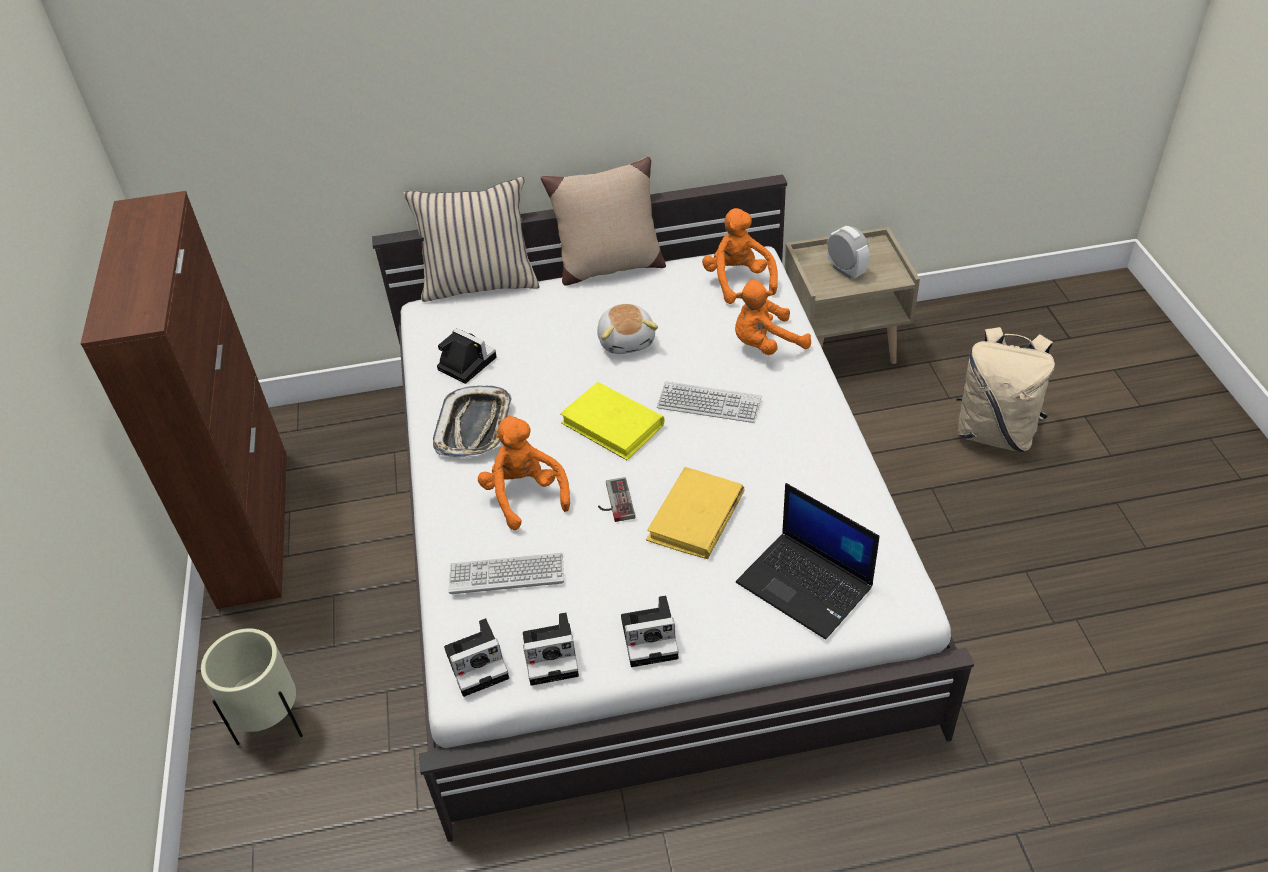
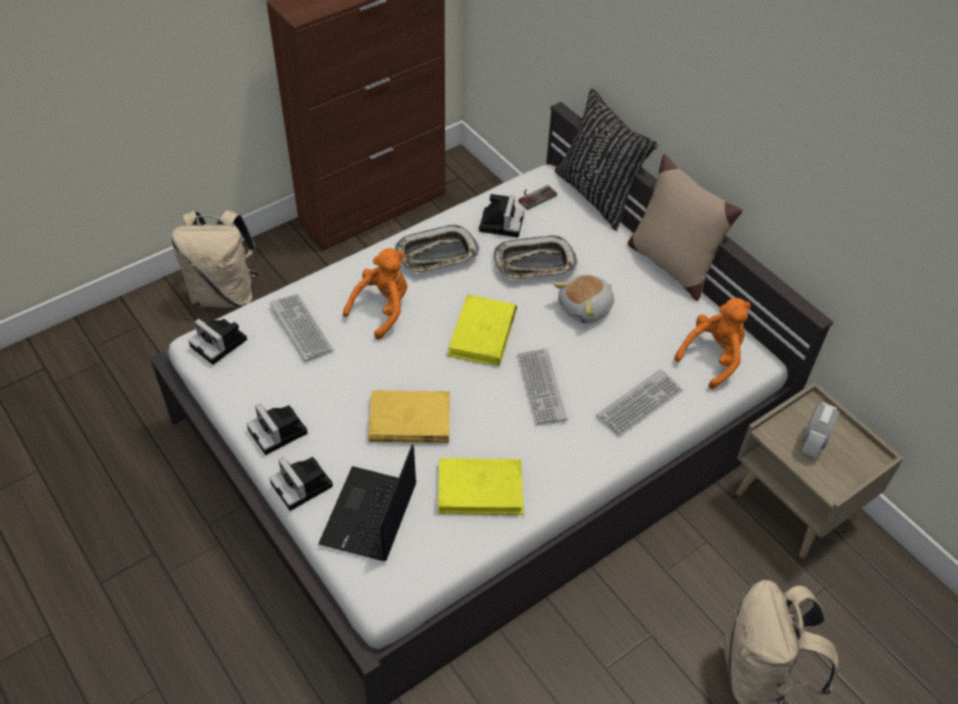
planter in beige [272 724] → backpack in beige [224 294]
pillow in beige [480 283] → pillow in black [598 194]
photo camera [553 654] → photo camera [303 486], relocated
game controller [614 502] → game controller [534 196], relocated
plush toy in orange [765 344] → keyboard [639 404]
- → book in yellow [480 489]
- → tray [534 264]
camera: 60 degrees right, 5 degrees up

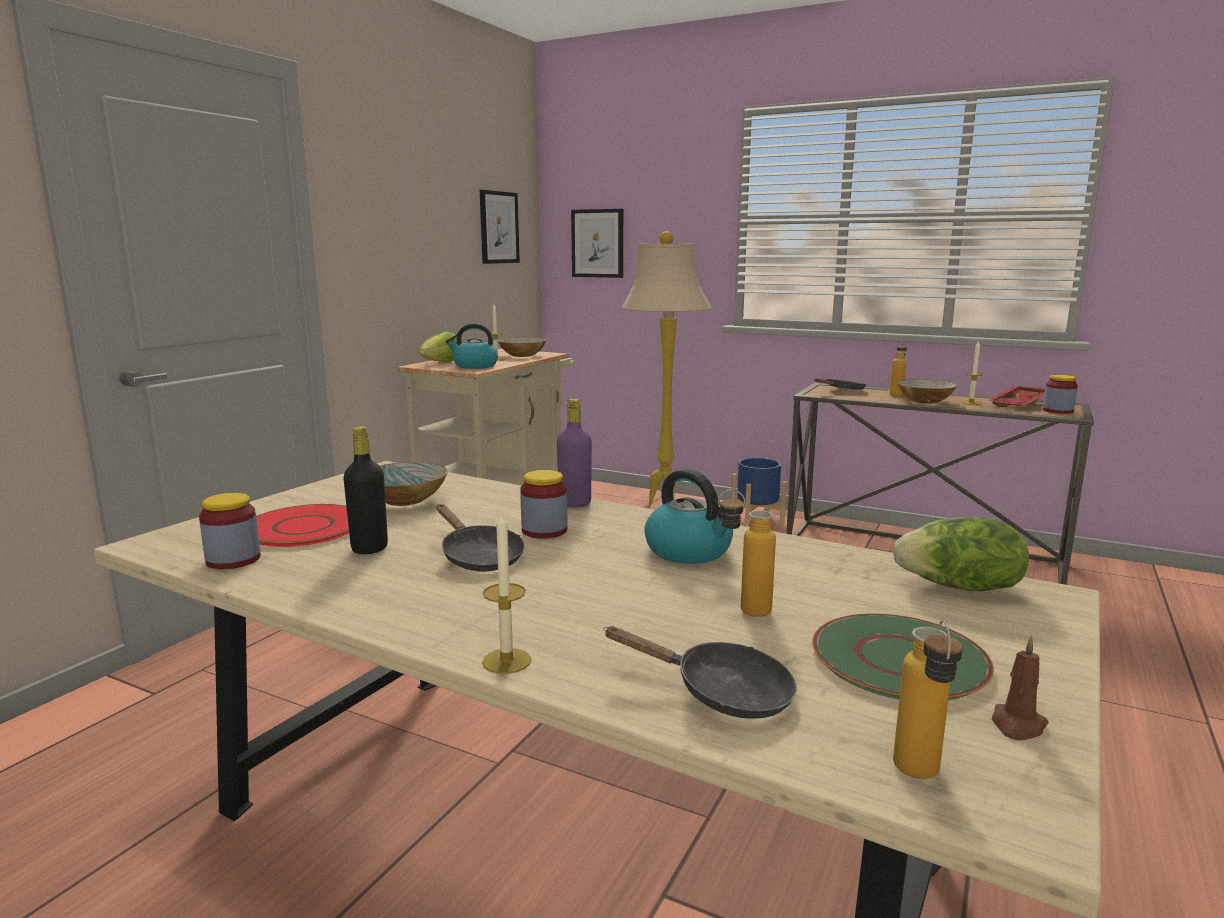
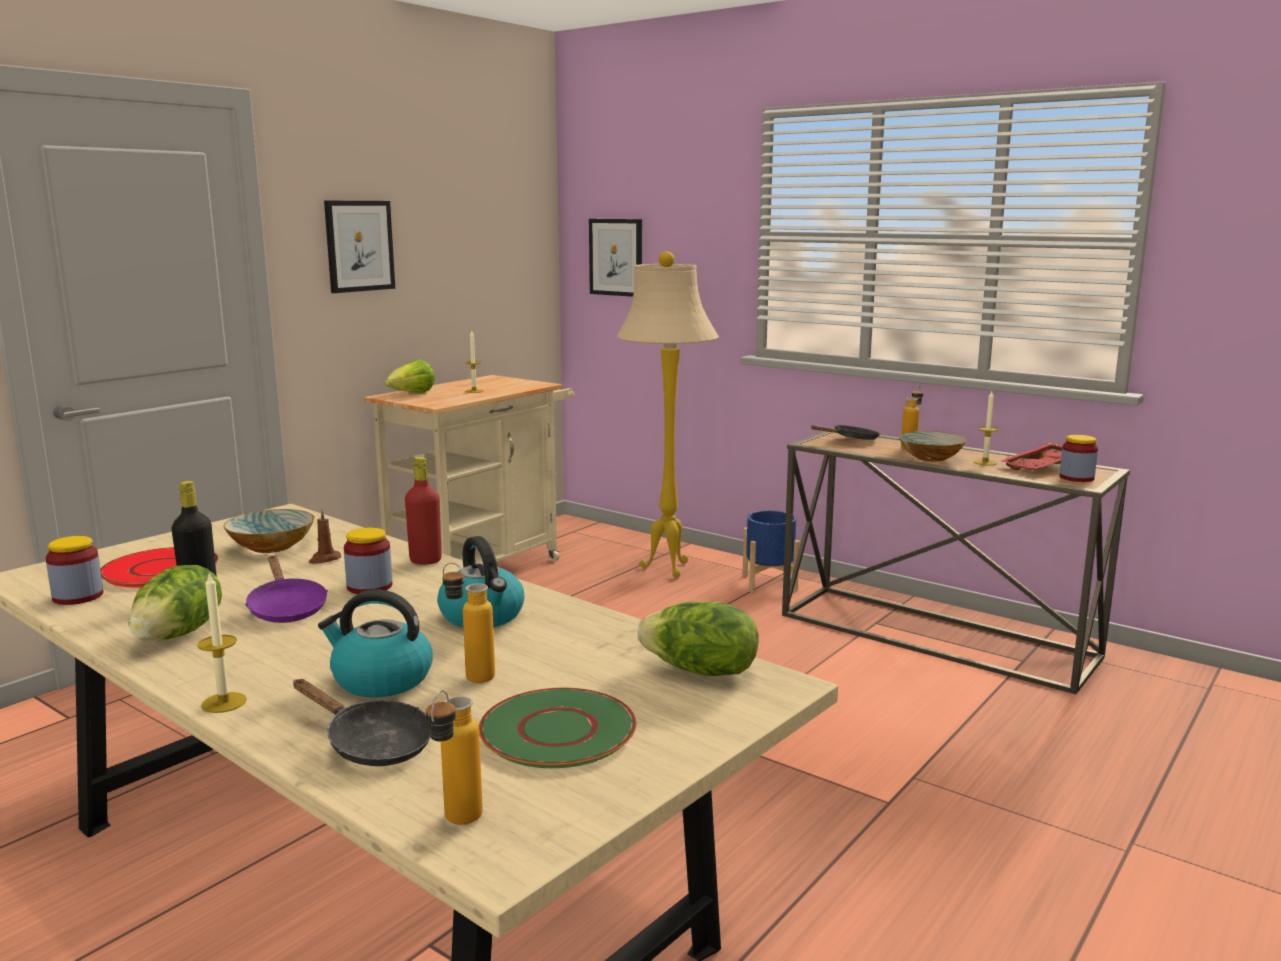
frying pan in black [478 557] → frying pan in purple [286 608]
kettle [474 366] → kettle [380 680], relocated
picture [498 227] → picture [359 246], relocated
bowl [521 355] → -
bottle in purple [575 504] → bottle in red [425 560]
candle in brown [1017 725] → candle in brown [324 559], relocated
- → lettuce [180 634]
camera: 10 degrees right, 0 degrees up

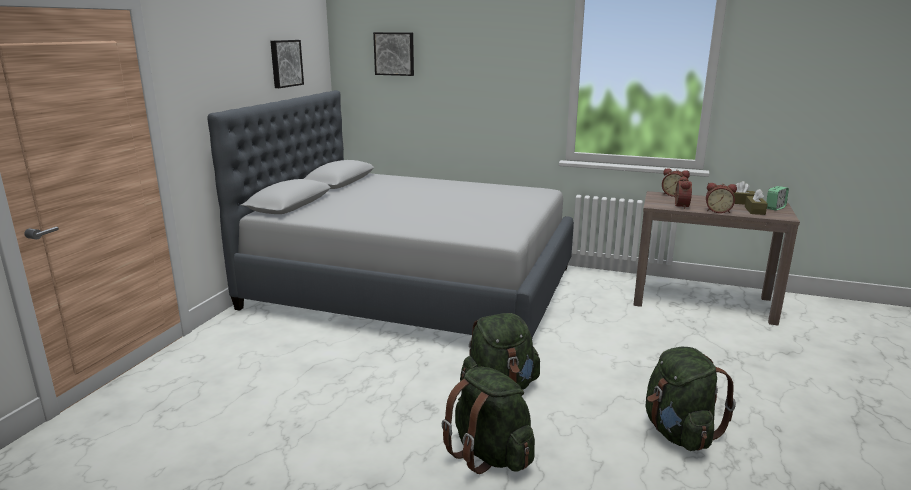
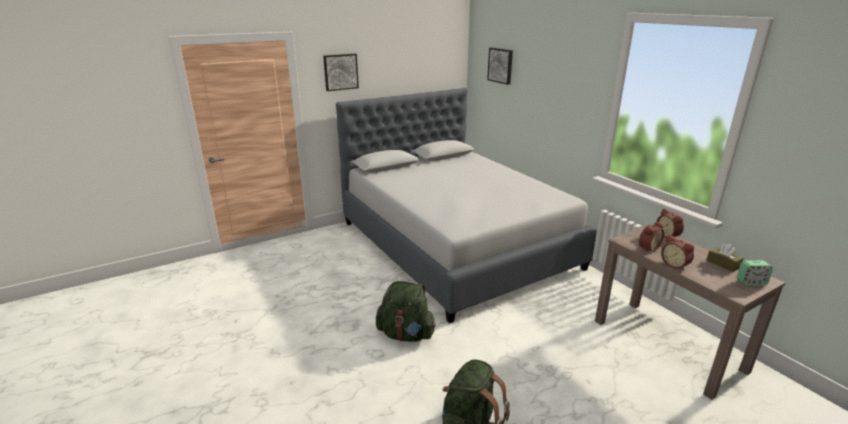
picture [285 63] → picture [340 72], relocated
backpack in green [489 454] → -
tissue box in brown [754 210] → -
camera: 40 degrees right, 5 degrees up

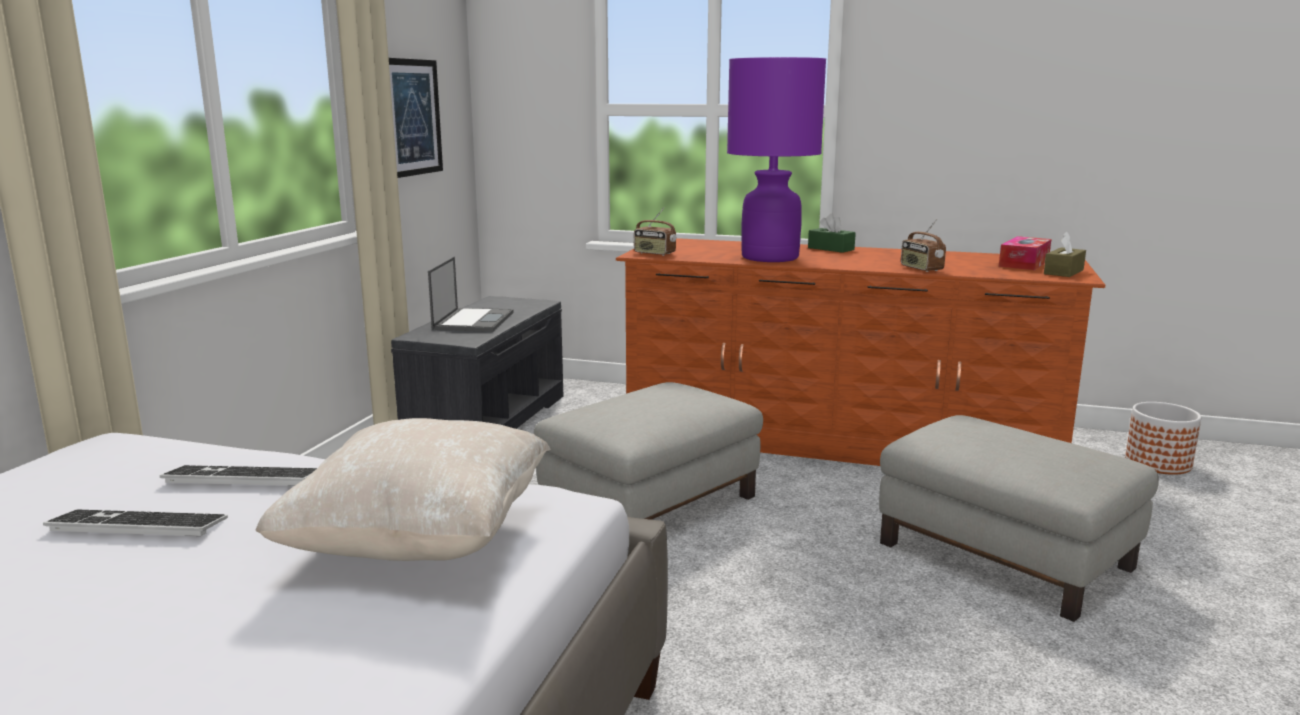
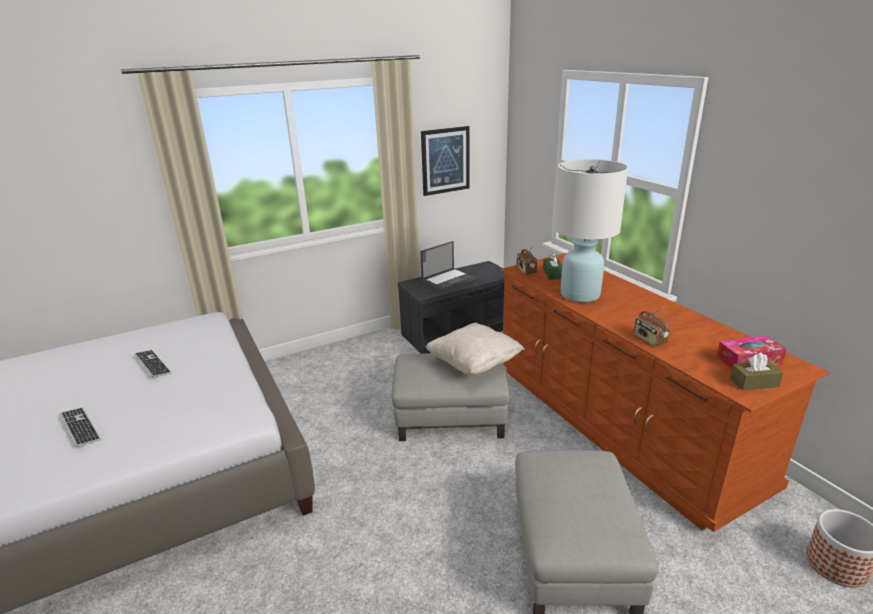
keyboard [242 478] → keyboard [80 428], relocated
pillow in beige [420 542] → pillow in beige [474 364], relocated
table lamp in purple [770 258] → table lamp in white [580 295]
tissue box in green [831 249] → tissue box in green [552 274], relocated
radio [921 268] → radio [649 339], 45 degrees counterclockwise
camera: 45 degrees right, 10 degrees up

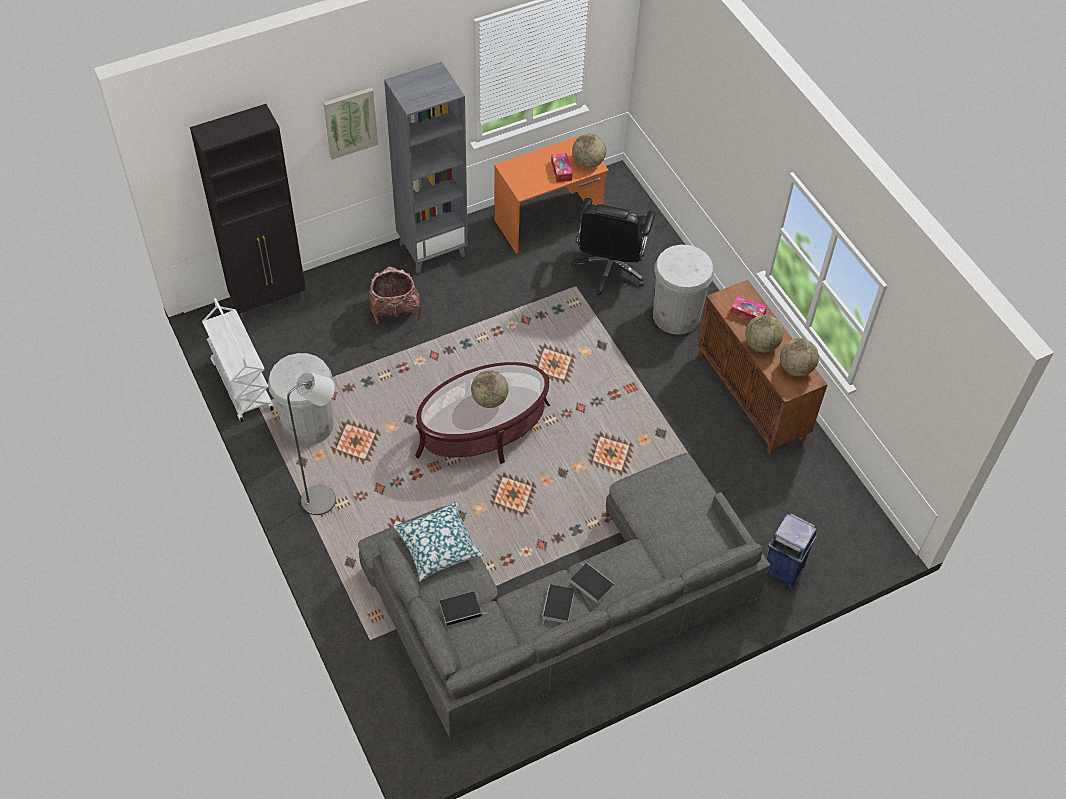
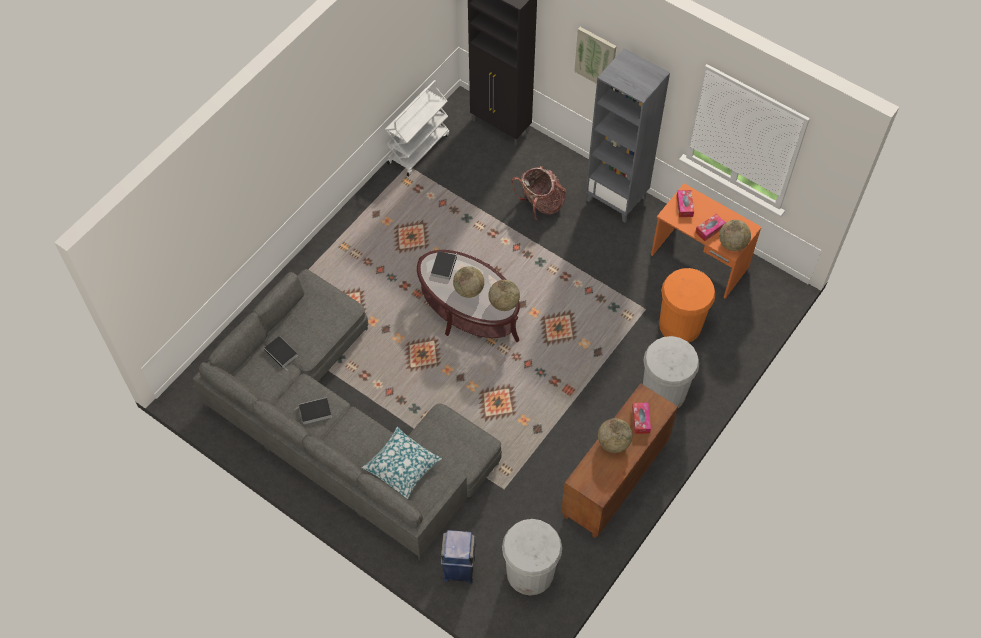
trash can in white [308 425] → trash can in white [530 572], relocated
floor lamp in grey [325 498] → -
pillow [438 546] → pillow [402 466], relocated
book [590 583] → book [444 265], relocated
office chair in black [610 269] → trash can in orange [680 325]
globe [796 368] → globe [504 303], relocated
- → tissue box [684 206]
camera: 65 degrees right, 5 degrees up

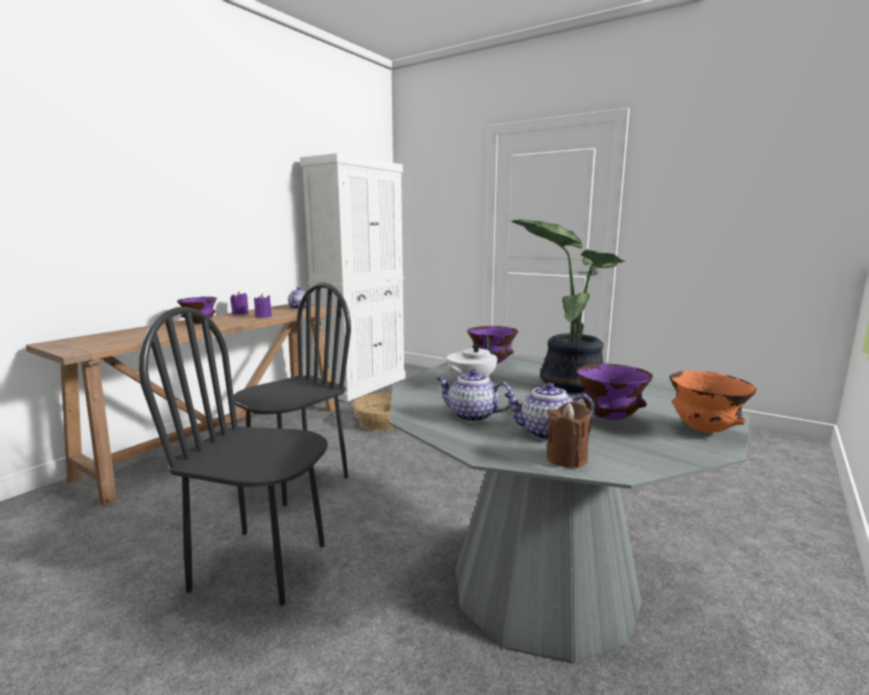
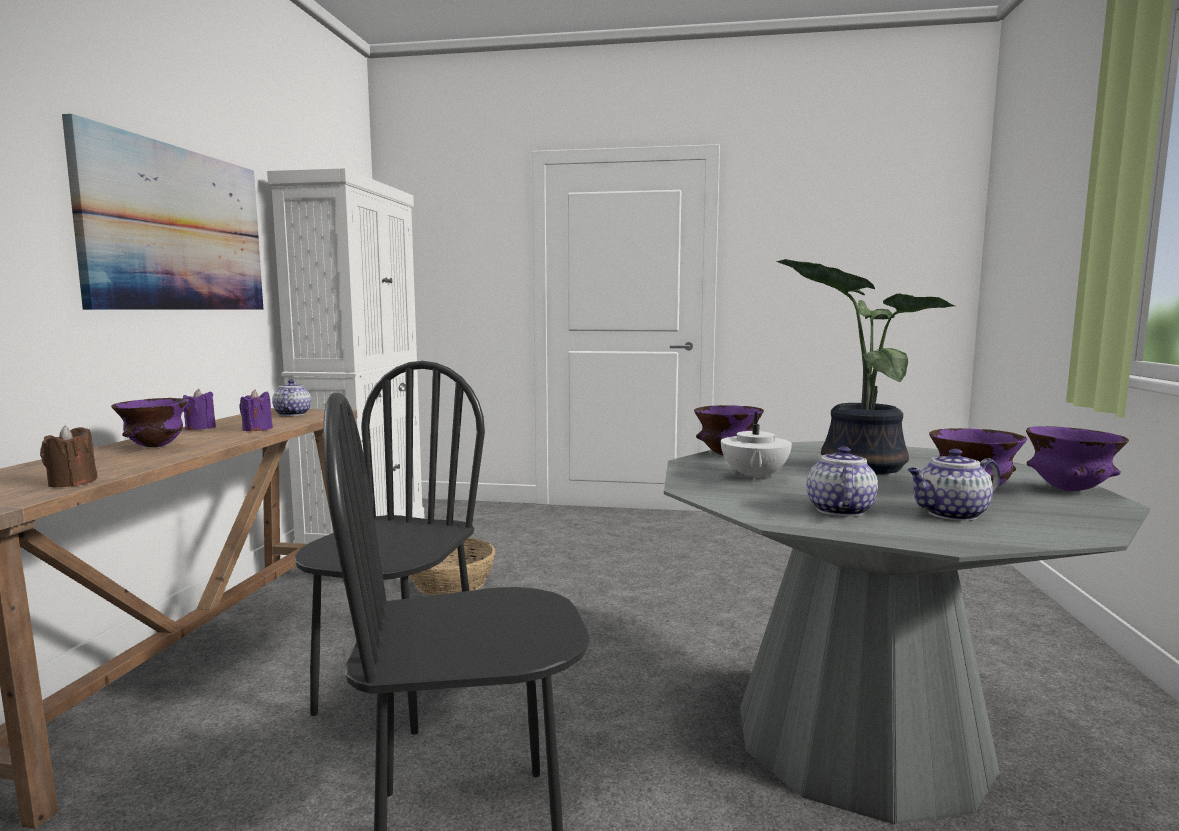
teapot [471 416] → teapot [839 510], 105 degrees clockwise
candle in brown [566 458] → candle in brown [72 483], relocated
bowl in orange [706 431] → bowl in purple [1070 490]
- → picture [176 229]
camera: 25 degrees left, 5 degrees down

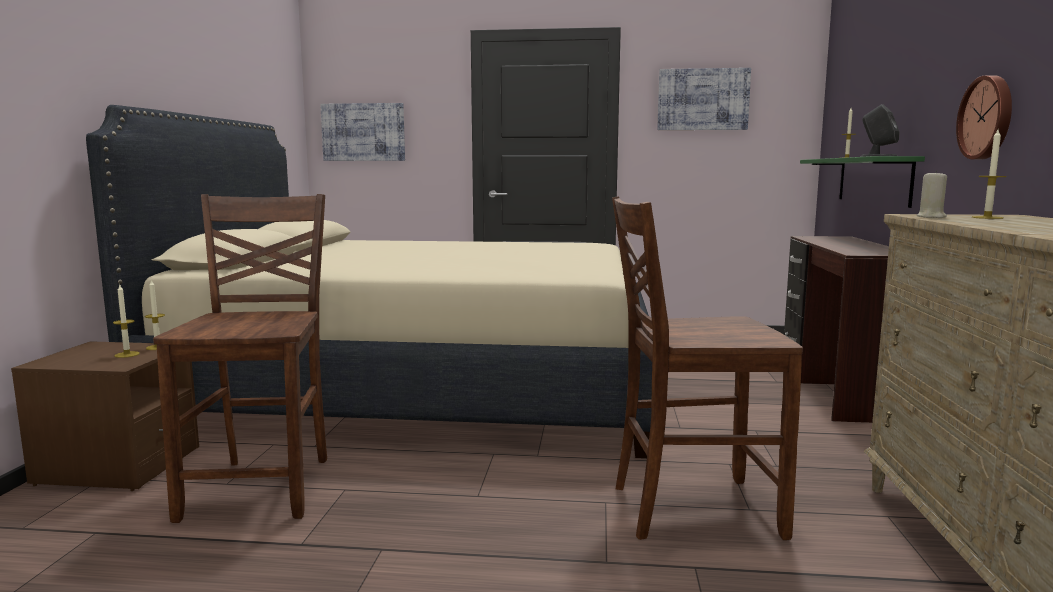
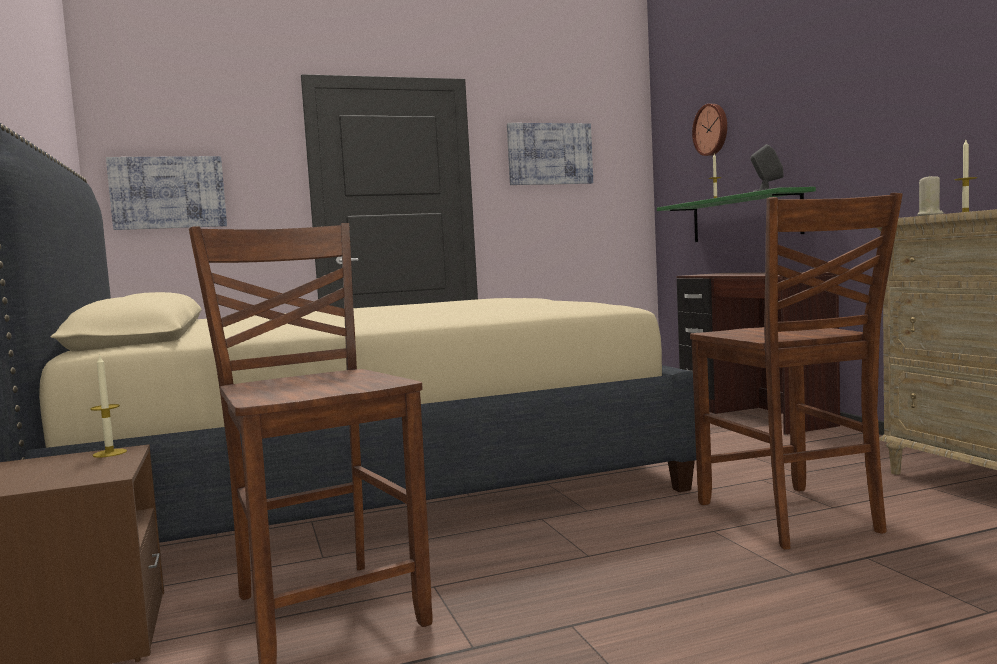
candle [127 354] → -
chair in brown [691 509] → chair in brown [790 518], 75 degrees counterclockwise
wall clock [987 118] → wall clock [712 130], relocated
camera: 25 degrees left, 5 degrees down

